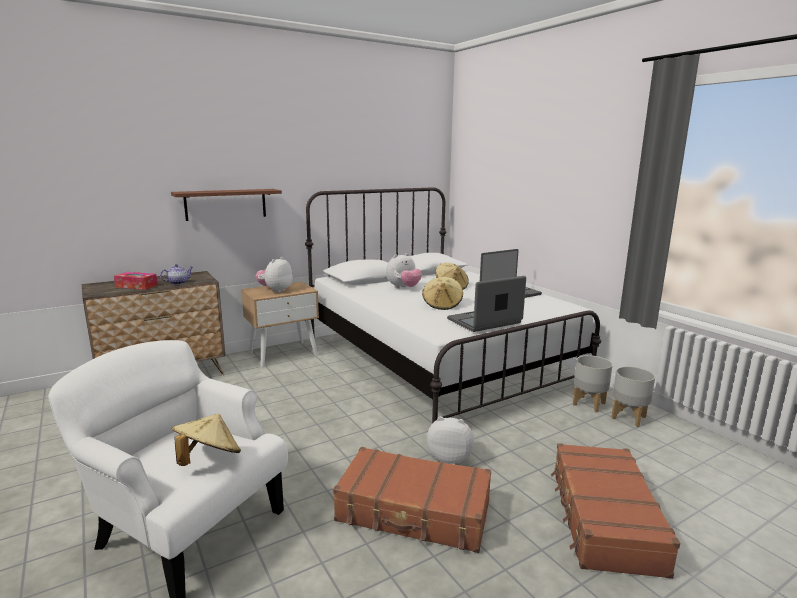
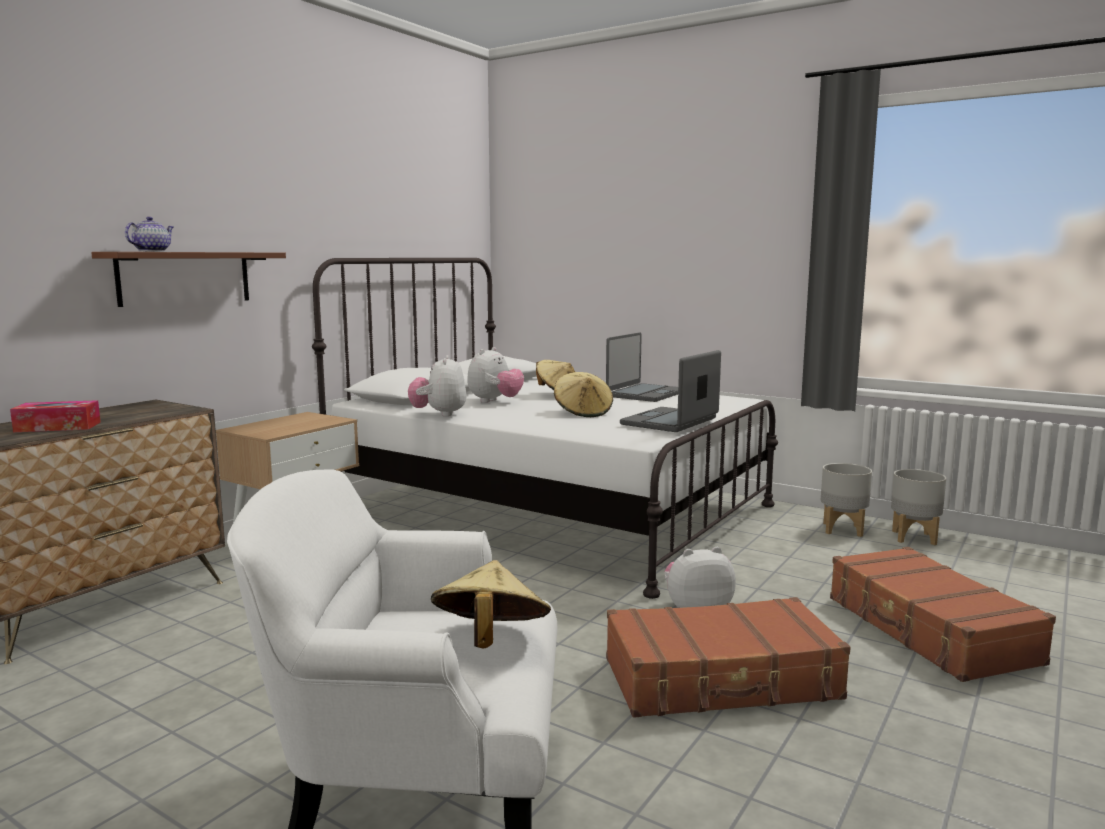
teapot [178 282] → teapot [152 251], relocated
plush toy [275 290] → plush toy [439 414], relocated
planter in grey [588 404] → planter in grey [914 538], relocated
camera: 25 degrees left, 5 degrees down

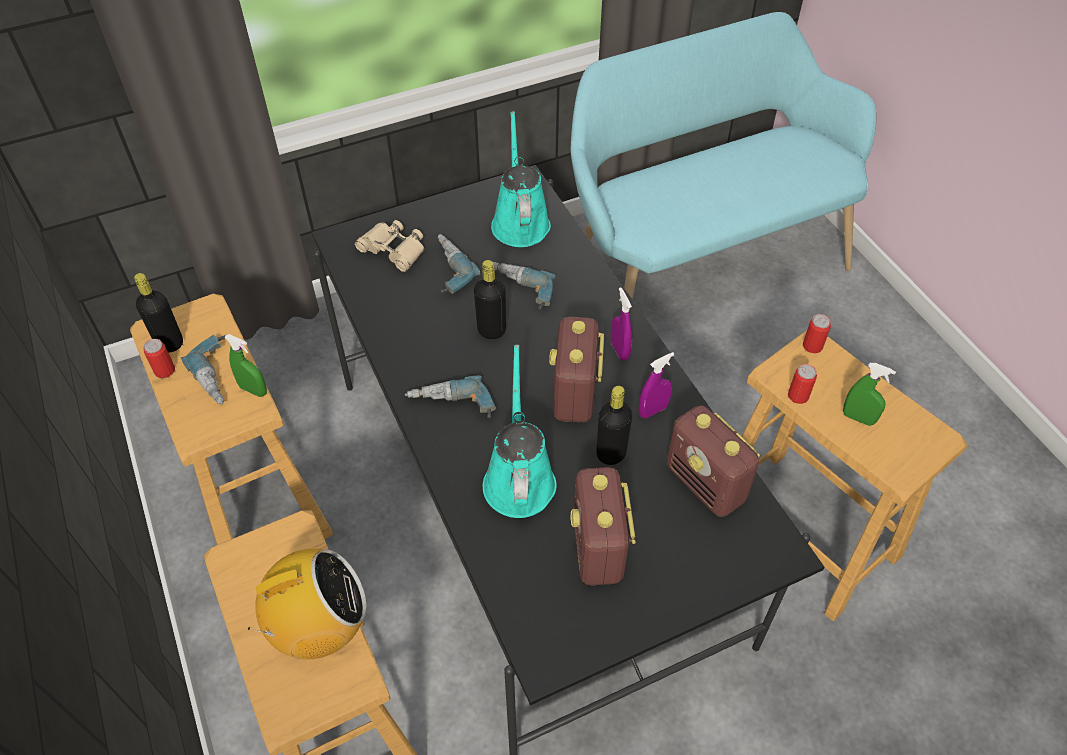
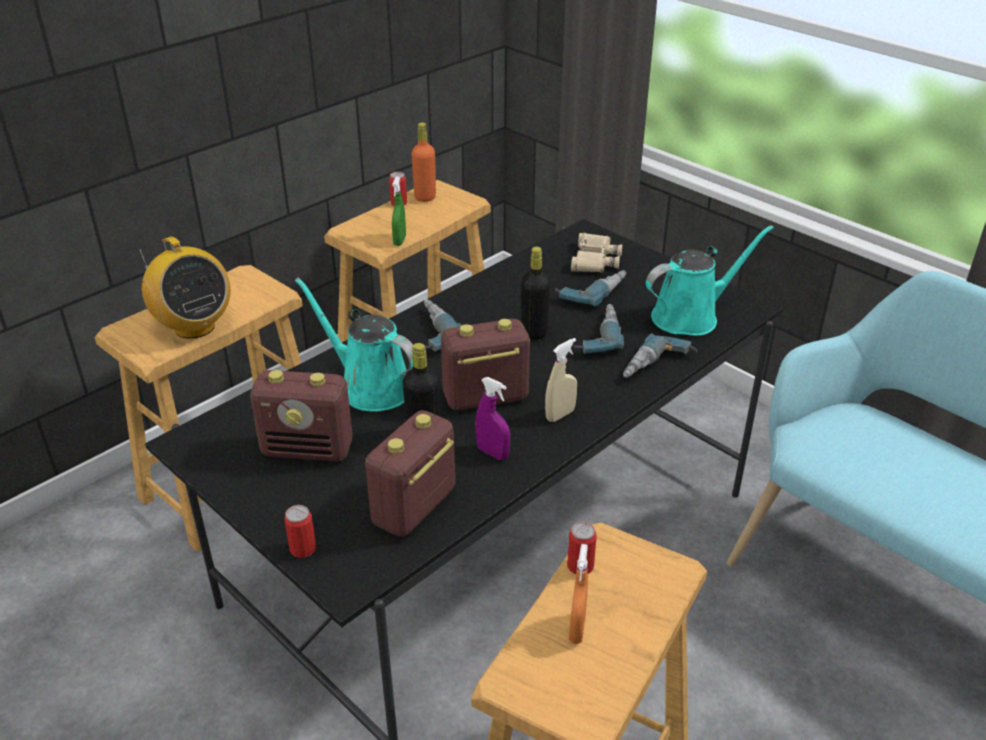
bottle in black [170 343] → bottle in orange [425 197]
power drill [220 375] → power drill [658 368], relocated
watering can in turquoise [519 478] → watering can in turquoise [370 386], 120 degrees counterclockwise
radio [598 549] → radio [309 449], 150 degrees counterclockwise
spray bottle in purple [619 350] → spray bottle in beige [560 415]
can [812 346] → can [303 549], relocated
spray bottle in green [858 418] → spray bottle in orange [577 628]
camera: 70 degrees right, 15 degrees down

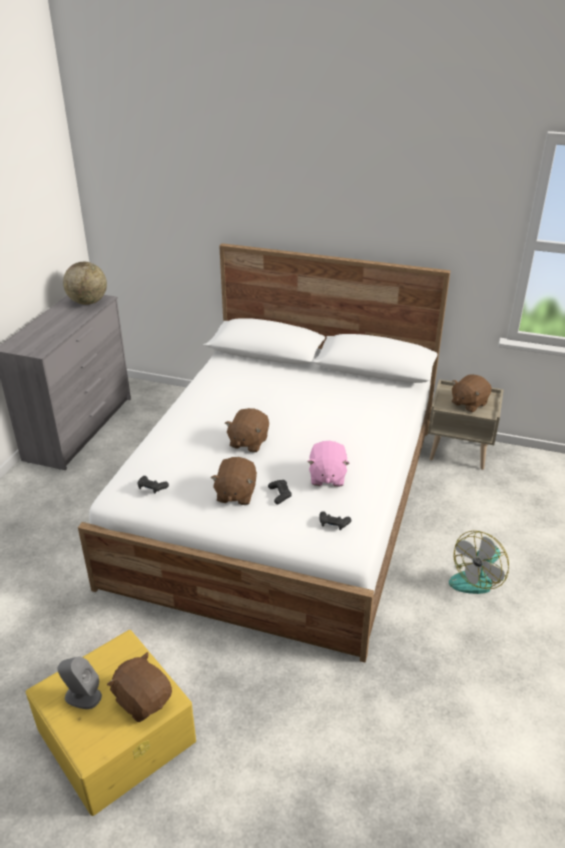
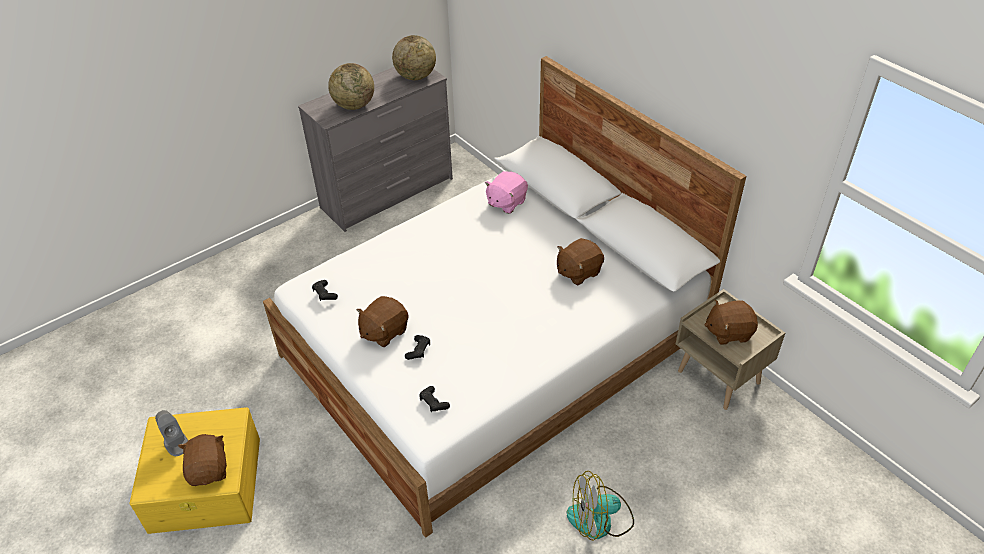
plush toy in brown [248 442] → plush toy in brown [578 272], relocated
plush toy in pink [327 477] → plush toy in pink [506 202], relocated
- → globe [354 105]
camera: 35 degrees right, 10 degrees up

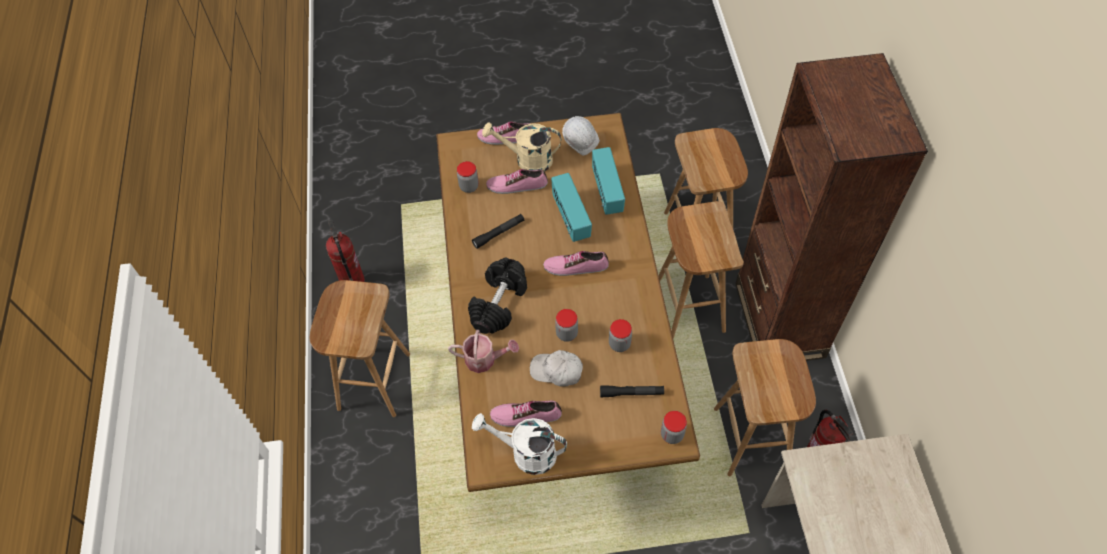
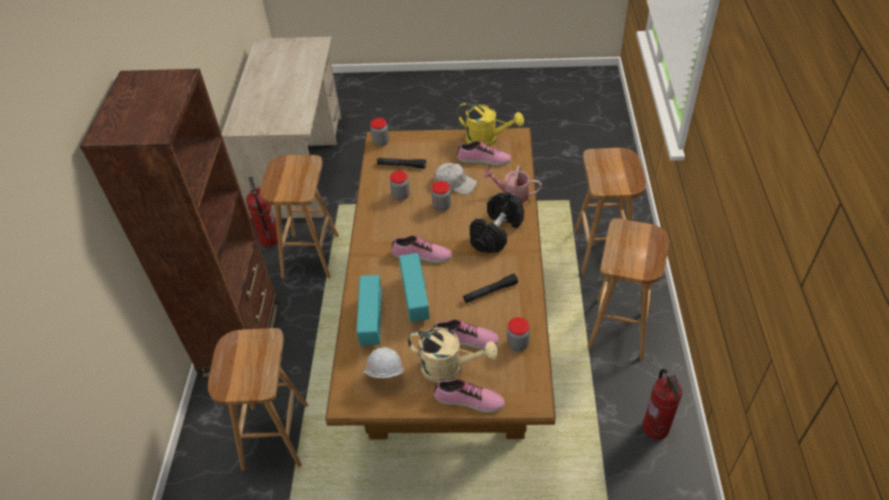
watering can in white [525 453] → watering can in yellow [487 140]
stool in brown [688 306] → stool in brown [603 252], relocated
camera: 170 degrees left, 10 degrees down

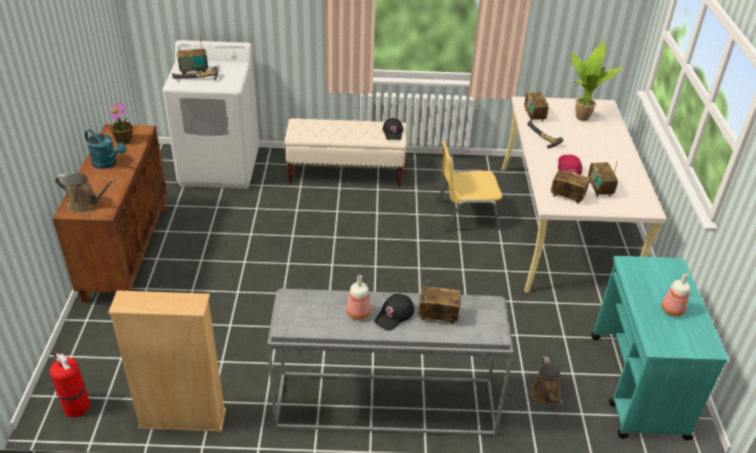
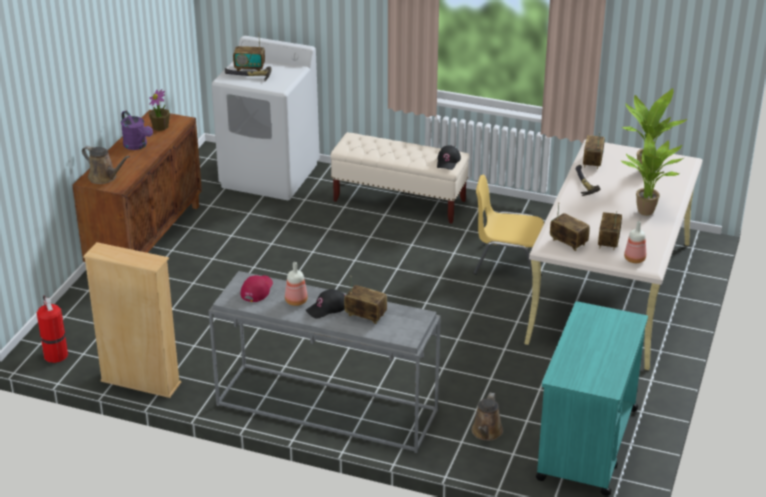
watering can in turquoise [108 163] → watering can in purple [137 146]
cap in red [568 167] → cap in red [257 290], relocated
bottle [672 310] → bottle [635 259], relocated
- → potted plant [648 213]
camera: 20 degrees right, 5 degrees down

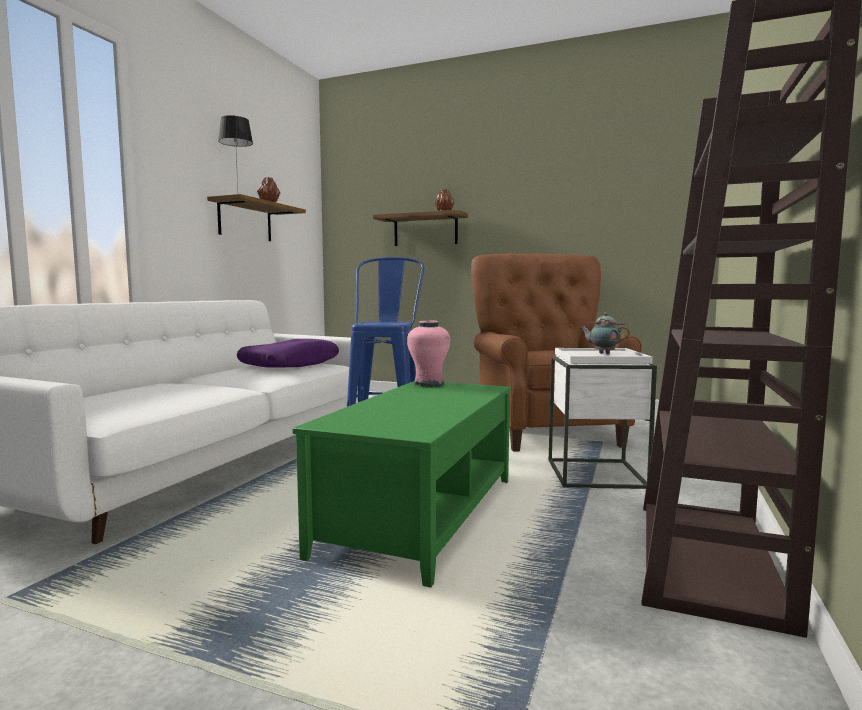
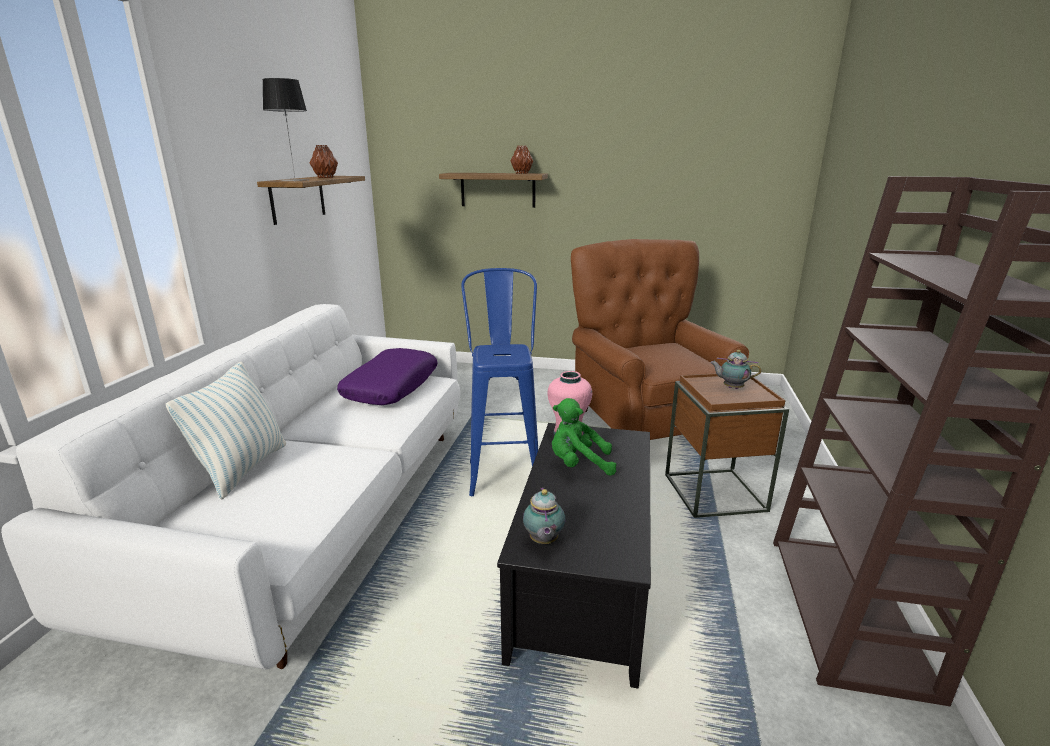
coffee table in green [419 514] → coffee table in black [581 576]
side table in white [596 473] → side table in brown [714 492]
- → pillow [243 469]
- → teapot [543 541]
- → plush toy in green [579 465]
camera: 10 degrees left, 15 degrees up

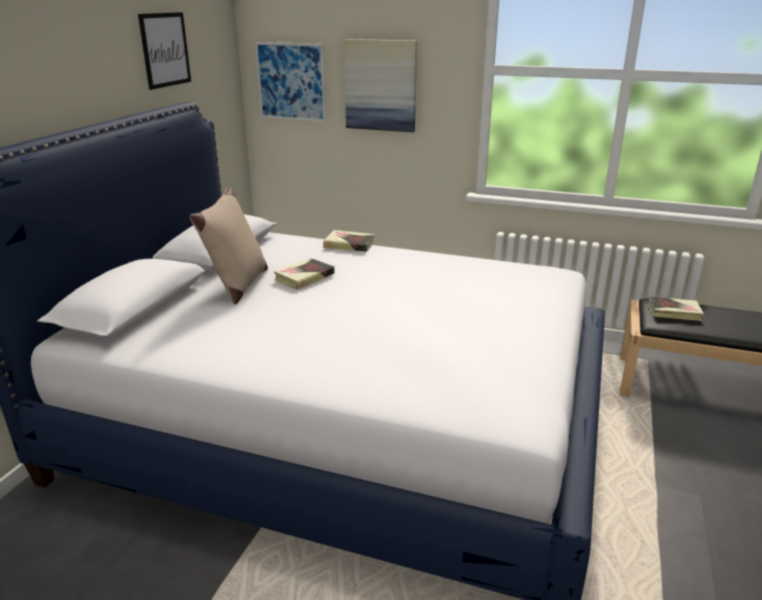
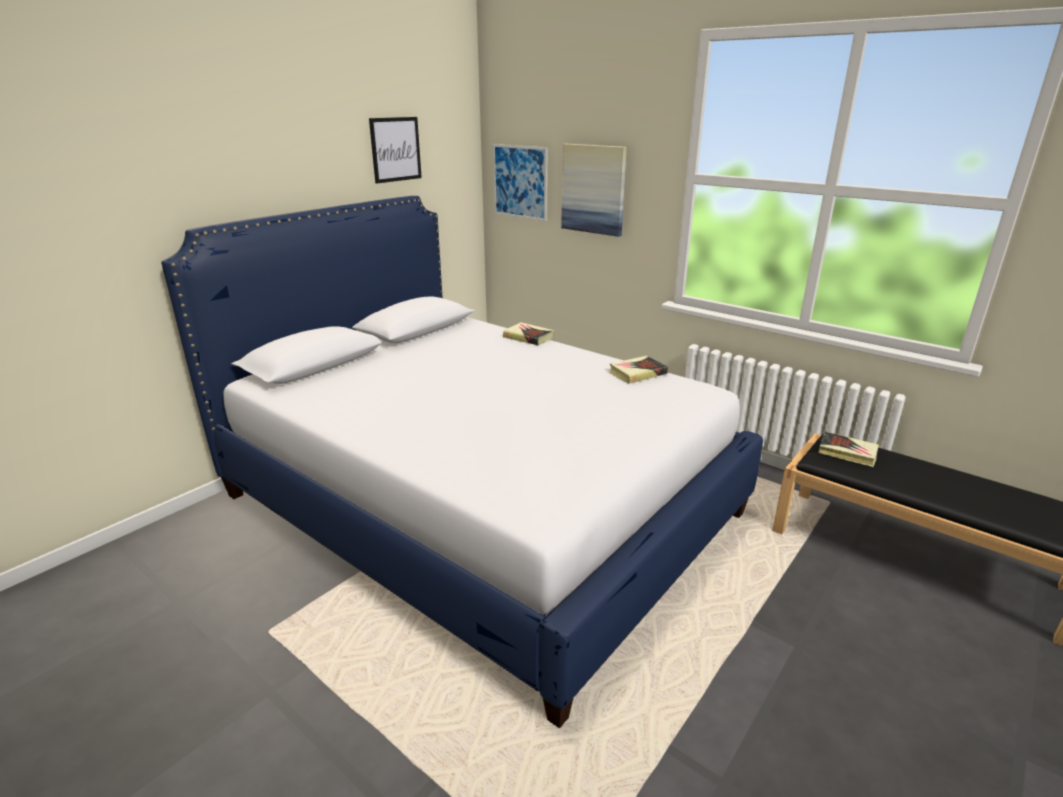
pillow in beige [237 286] → -
book [304 277] → book [637 373], relocated
camera: 20 degrees right, 0 degrees up

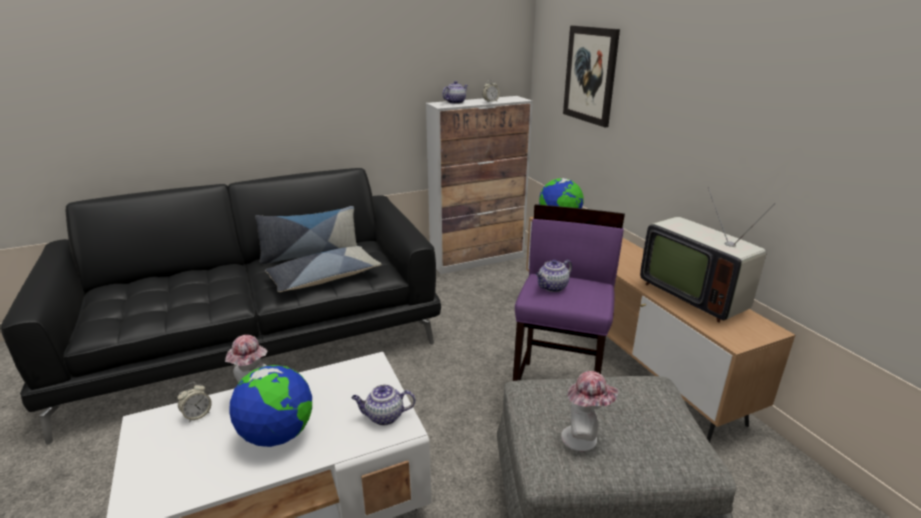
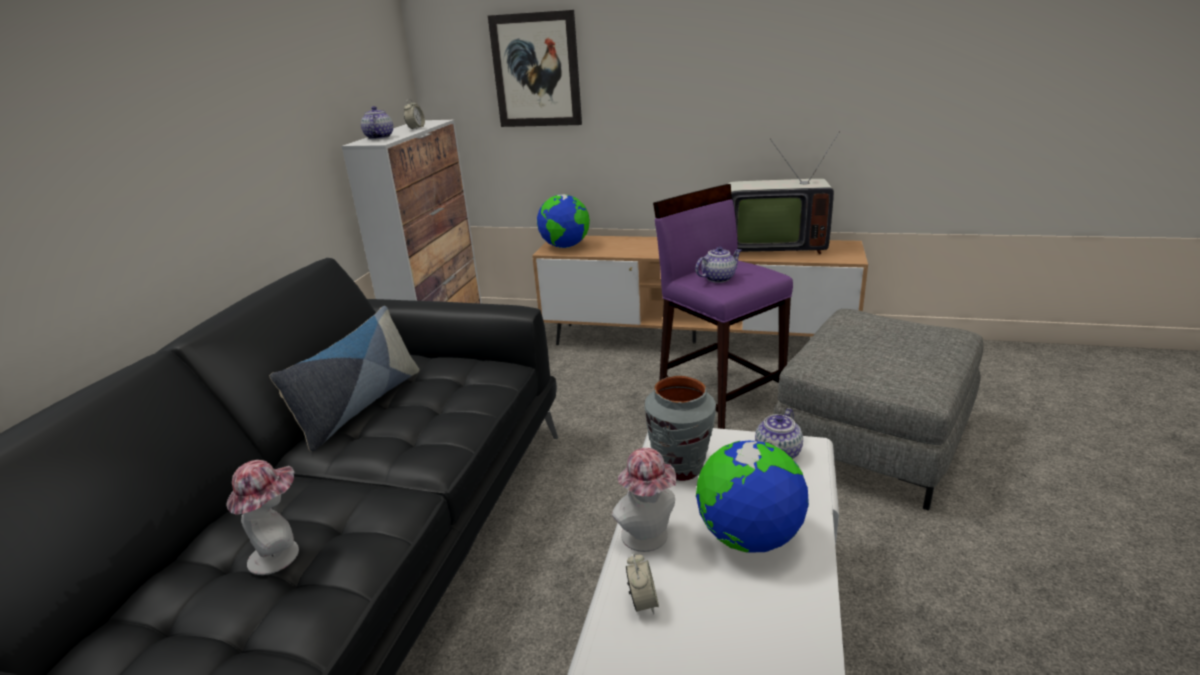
pillow [324 278] → -
teapot [552 287] → teapot [718 278], 120 degrees counterclockwise
hat [584 438] → hat [280 552], relocated
- → vase in grey [680 467]
camera: 50 degrees left, 0 degrees up

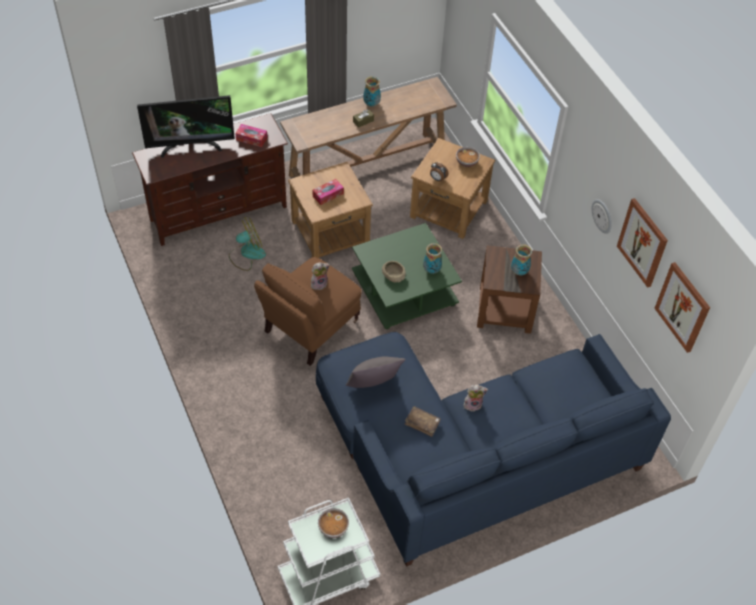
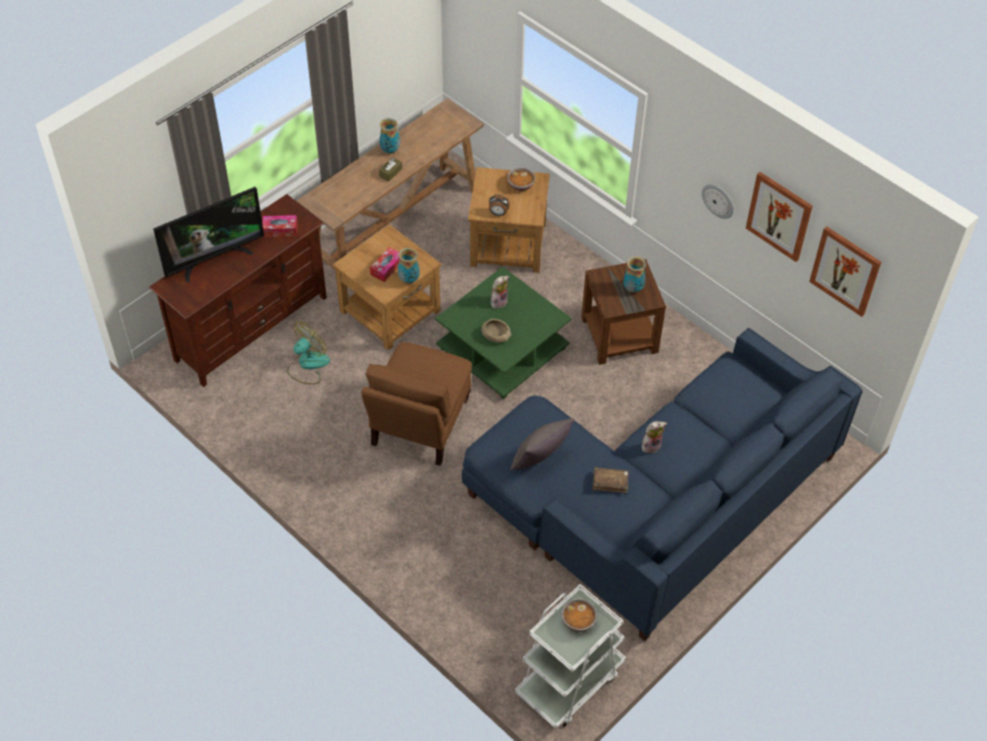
plush toy [319 283] → plush toy [498 301], relocated
vase [432 270] → vase [409 279], relocated
camera: 20 degrees left, 0 degrees up

